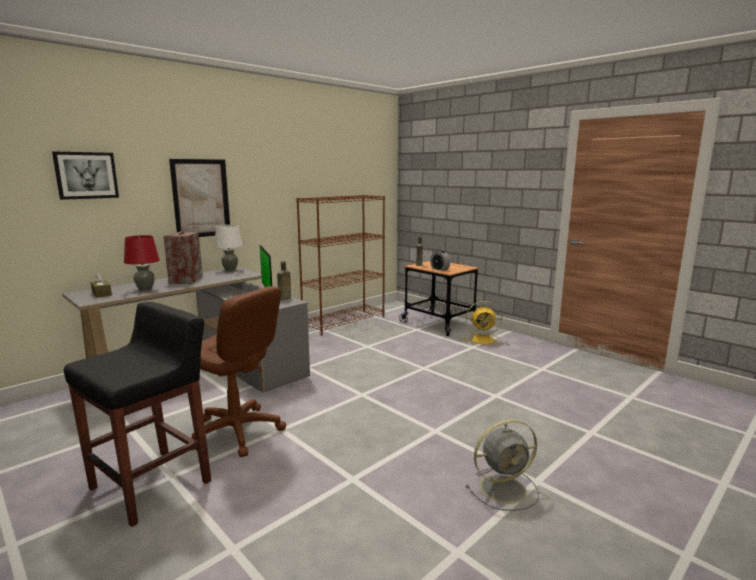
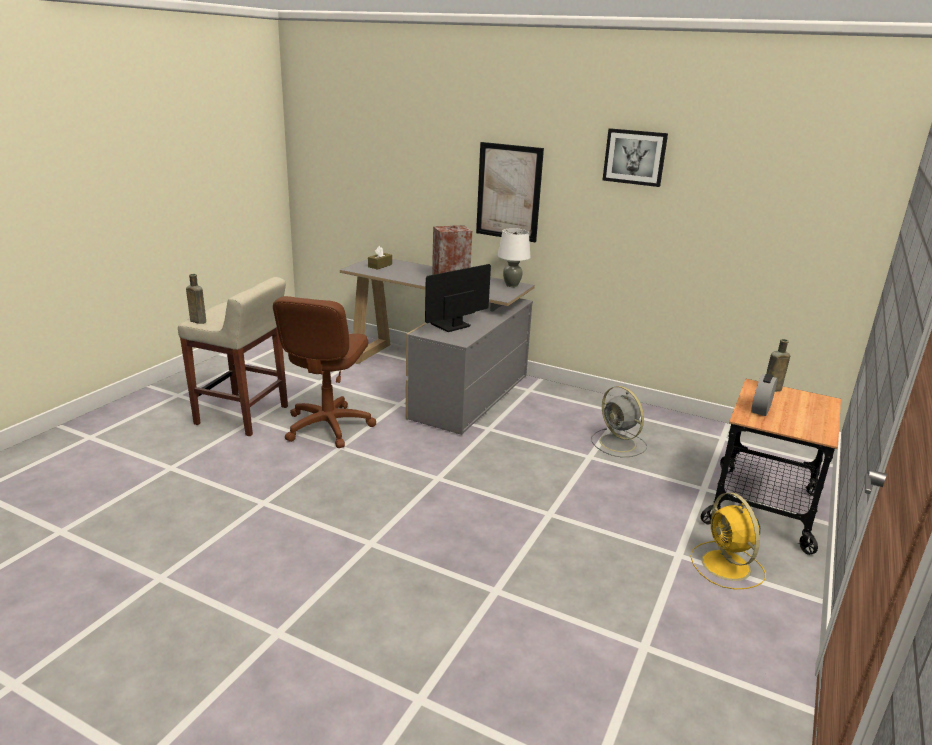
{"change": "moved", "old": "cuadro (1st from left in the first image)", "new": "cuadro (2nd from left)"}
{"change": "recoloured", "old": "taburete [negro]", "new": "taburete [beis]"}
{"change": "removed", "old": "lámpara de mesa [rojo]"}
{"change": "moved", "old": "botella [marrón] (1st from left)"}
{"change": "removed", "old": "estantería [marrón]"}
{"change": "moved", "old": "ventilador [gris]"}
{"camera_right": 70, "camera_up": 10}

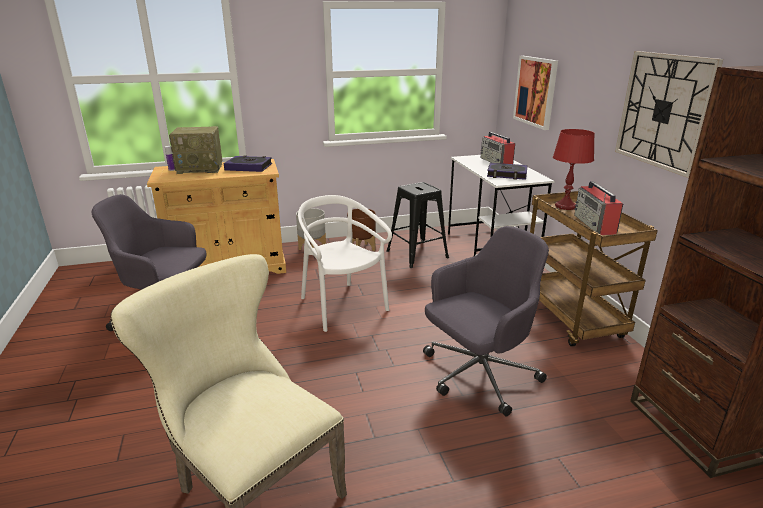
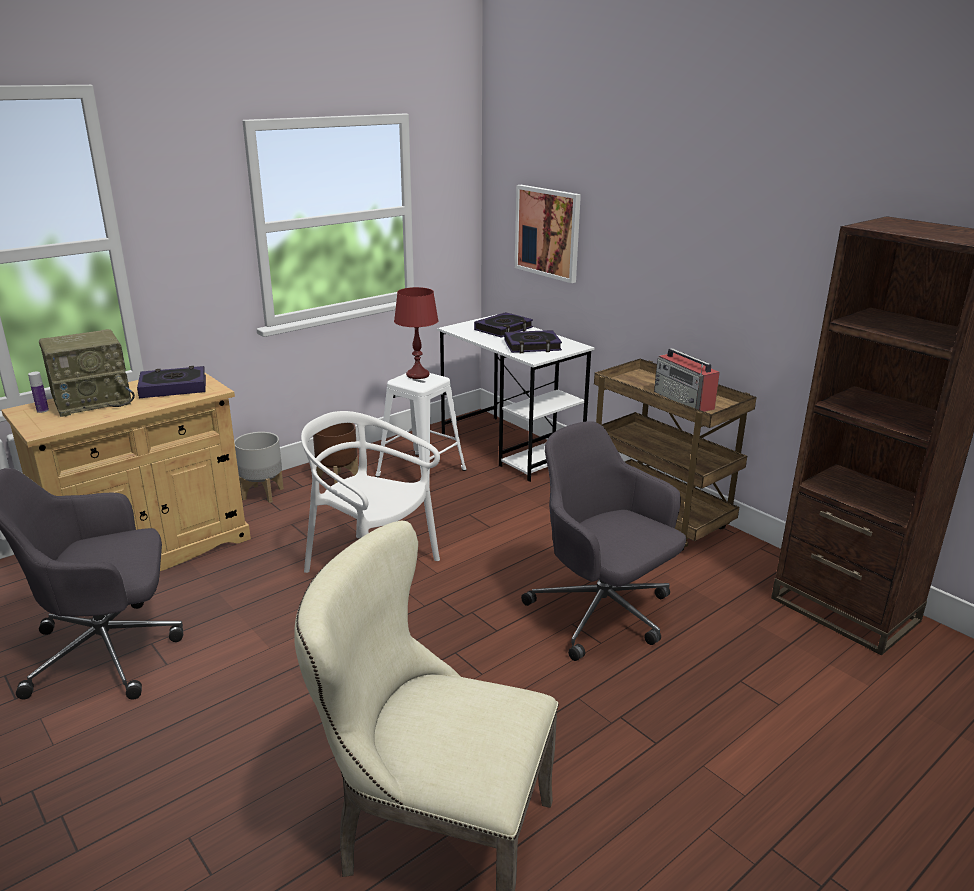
{"change": "recoloured", "old": "taburete [negro]", "new": "taburete [blanco]"}
{"change": "turned", "old": "silla de oficina [gris] (2nd from left)", "degrees": -75}
{"change": "replaced", "old": "radio (2nd from left)", "new": "libro (2nd from left)"}
{"change": "moved", "old": "lámpara de mesa [rojo]"}
{"change": "removed", "old": "reloj de pared"}
{"camera_right": -25, "camera_up": 0}

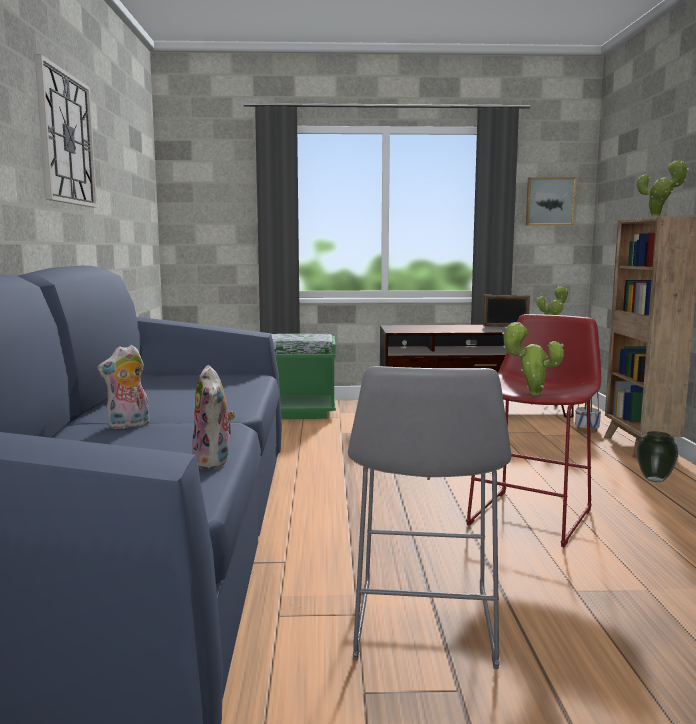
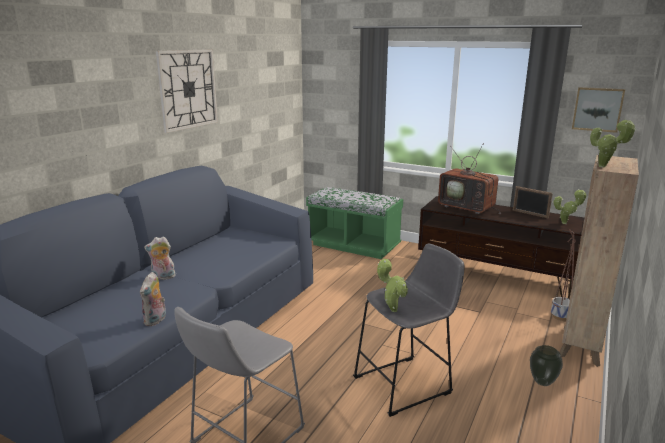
{"change": "recoloured", "old": "taburete [rojo]", "new": "taburete [gris] (2nd from left)"}
{"change": "added", "new": "televisor"}
{"camera_right": 30, "camera_up": 10}

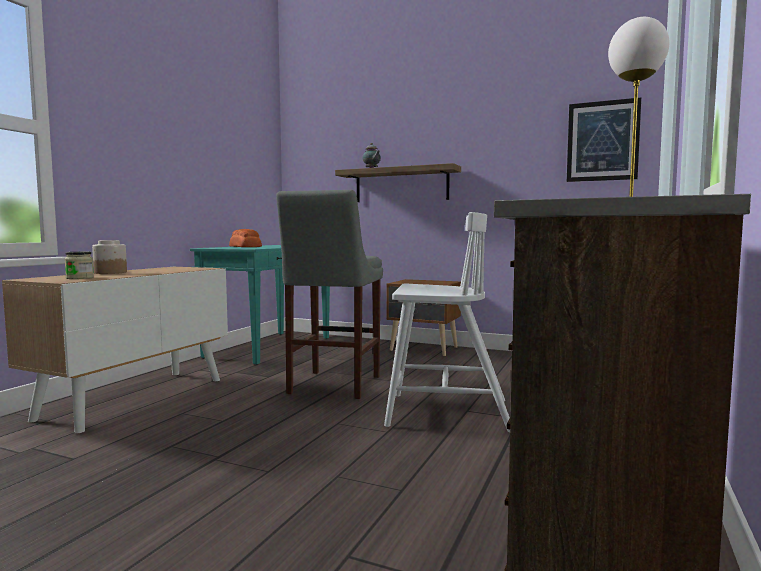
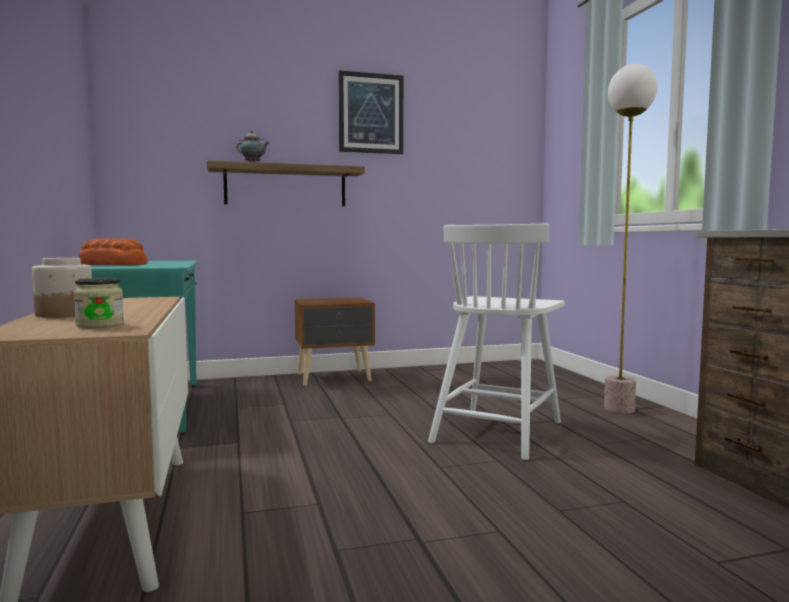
{"change": "removed", "old": "taburete [gris]"}
{"change": "turned", "old": "silla [blanco]", "degrees": 150}
{"change": "moved", "old": "cuadro"}
{"camera_right": -40, "camera_up": 0}

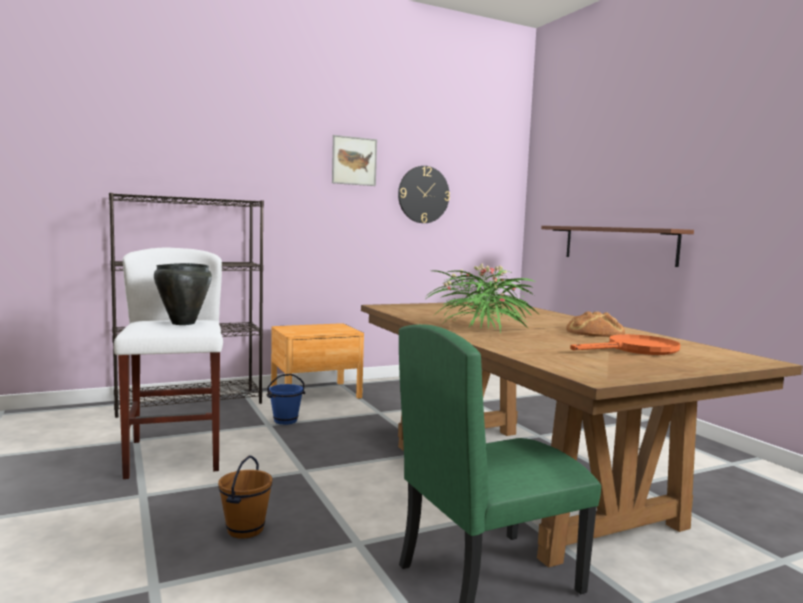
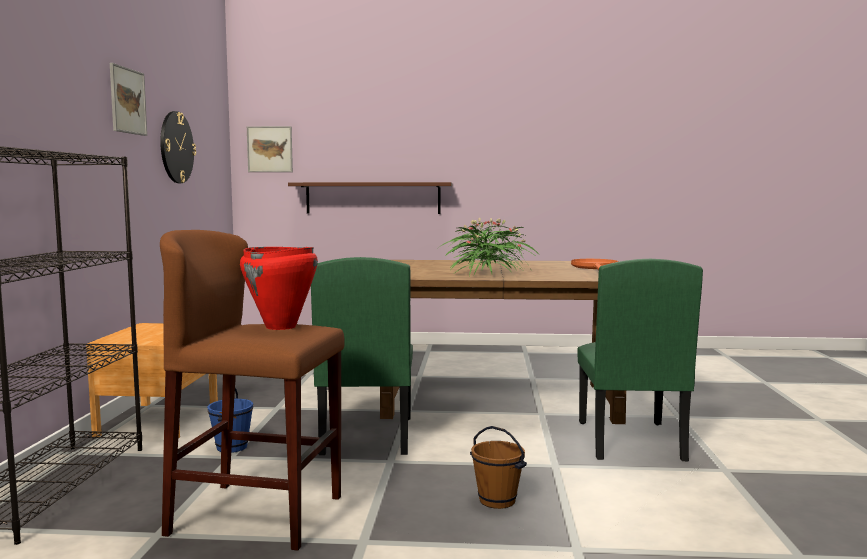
{"change": "recoloured", "old": "taburete [blanco]", "new": "taburete [marrón]"}
{"change": "recoloured", "old": "olla [negro]", "new": "olla [rojo]"}
{"change": "removed", "old": "pan"}
{"change": "added", "new": "cuadro (2nd from left)"}
{"change": "added", "new": "silla [verde] (1st from left)"}
{"camera_right": -60, "camera_up": 0}

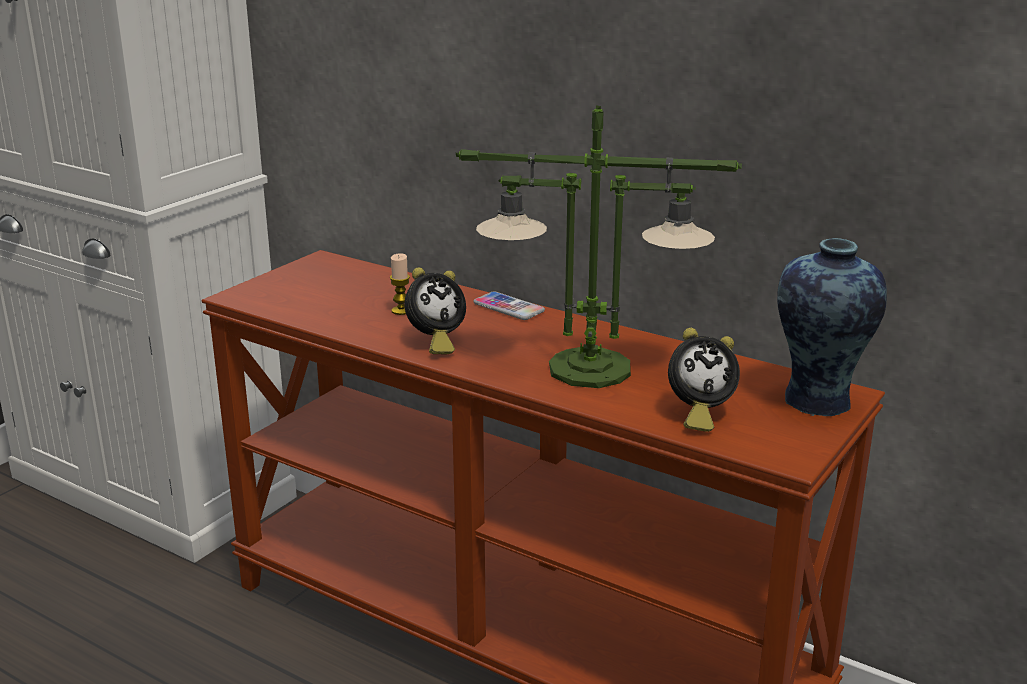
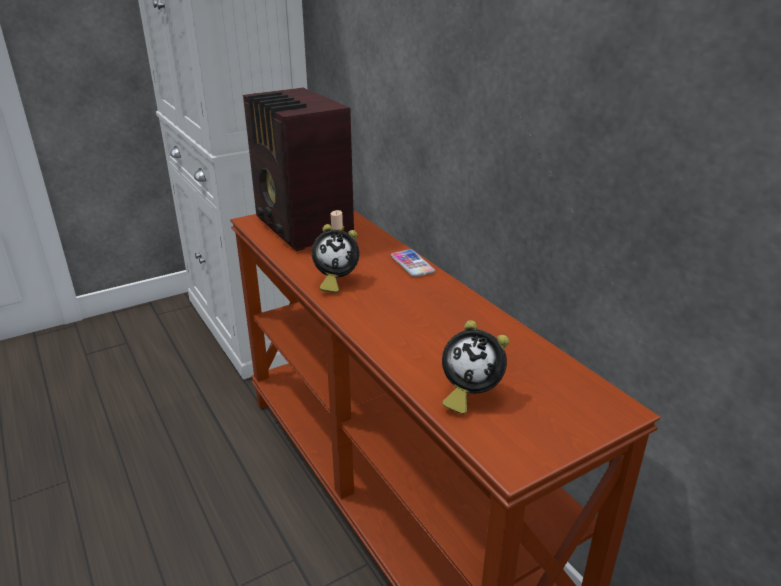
{"change": "removed", "old": "lámpara de mesa"}
{"change": "removed", "old": "florero"}
{"change": "added", "new": "radio"}
{"camera_right": 25, "camera_up": 5}

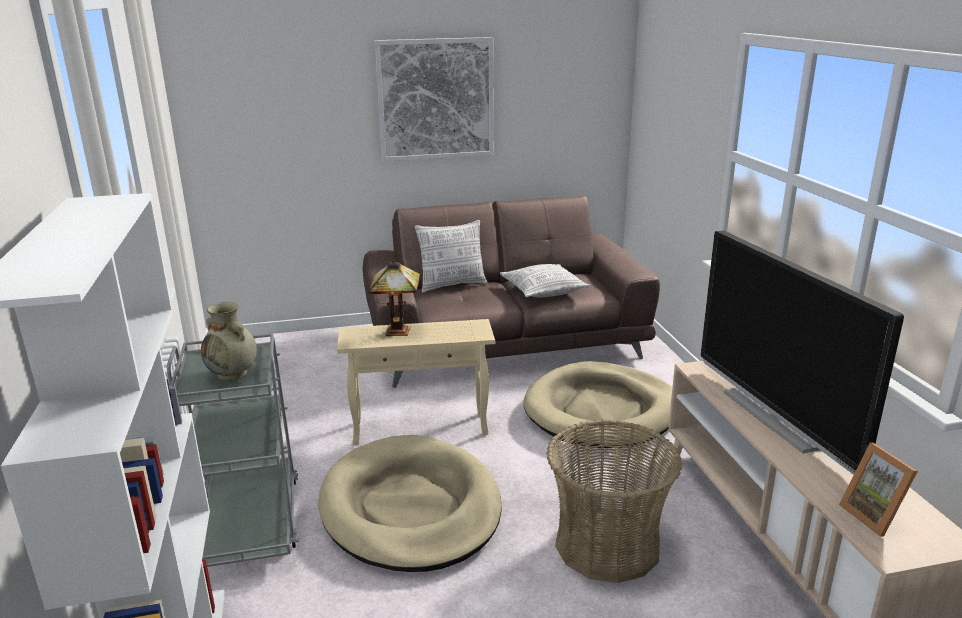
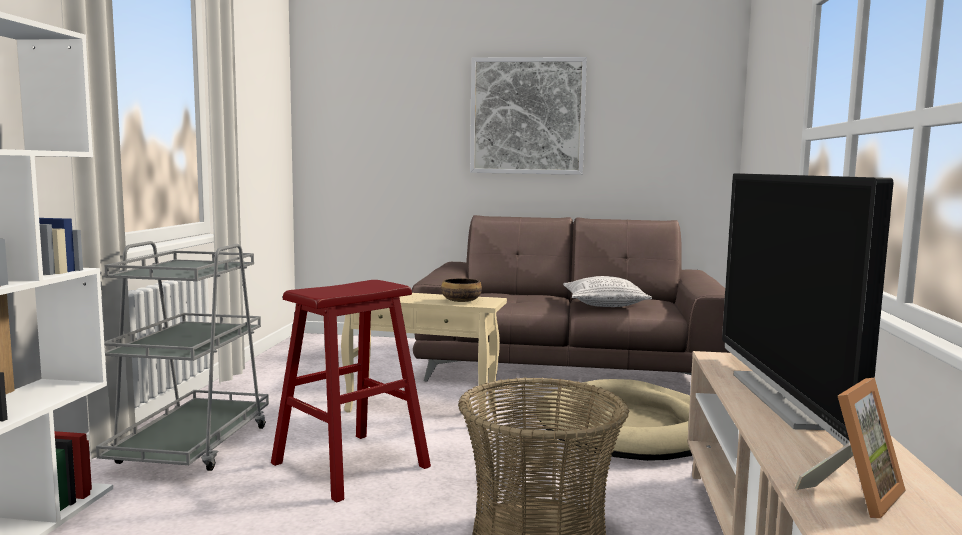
{"change": "removed", "old": "florero [beis]"}
{"change": "replaced", "old": "cama para perro [beis] (1st from left)", "new": "taburete [rojo]"}
{"change": "removed", "old": "lámpara de mesa"}
{"change": "removed", "old": "cojín (1st from left)"}
{"change": "turned", "old": "portarretratos", "degrees": -135}
{"change": "added", "new": "cuenco"}
{"camera_right": 20, "camera_up": -15}

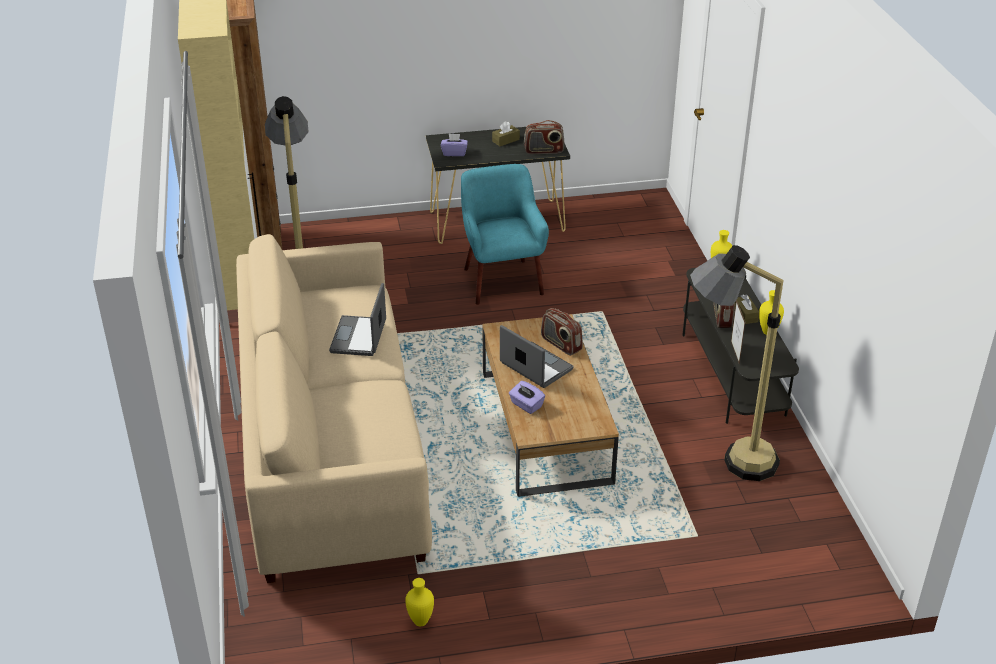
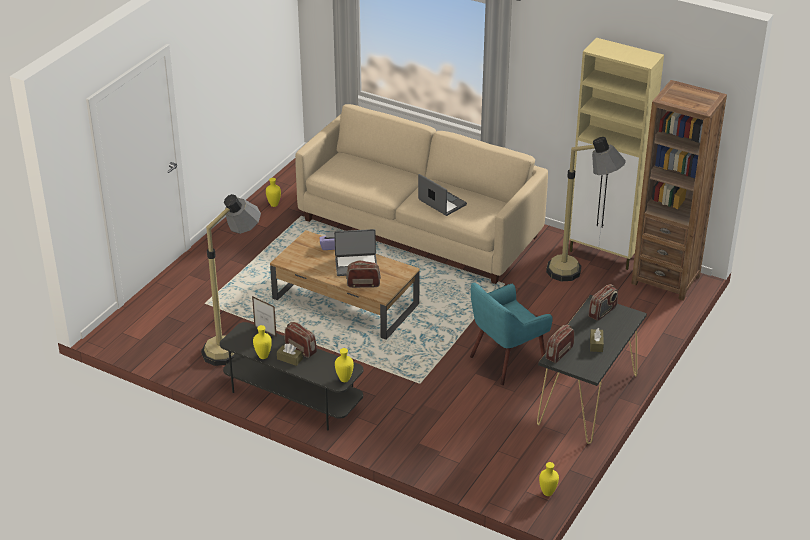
{"change": "replaced", "old": "caja de pañuelos [morado] (1st from left)", "new": "radio (4th from left)"}
{"change": "turned", "old": "sillón [turquesa]", "degrees": 120}
{"change": "added", "new": "florero [amarillo] (4th from left)"}
{"camera_right": 130, "camera_up": 0}

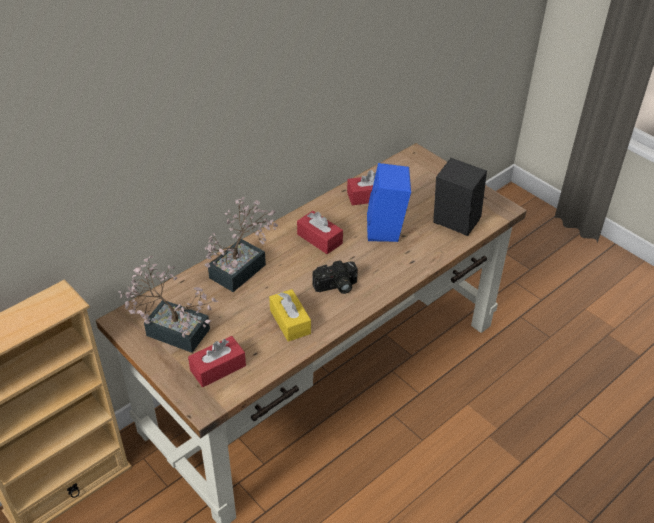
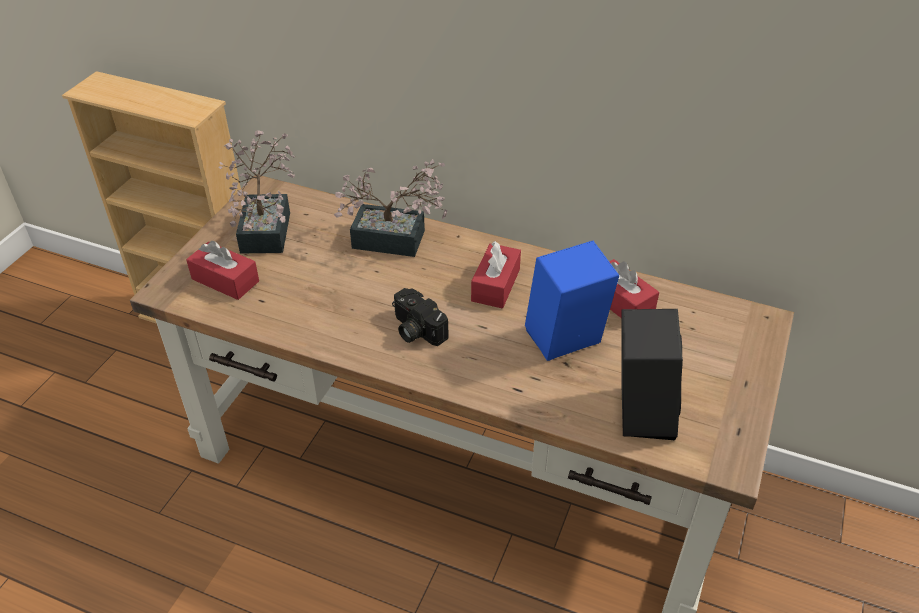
{"change": "removed", "old": "caja de pañuelos [amarillo]"}
{"camera_right": 65, "camera_up": 0}

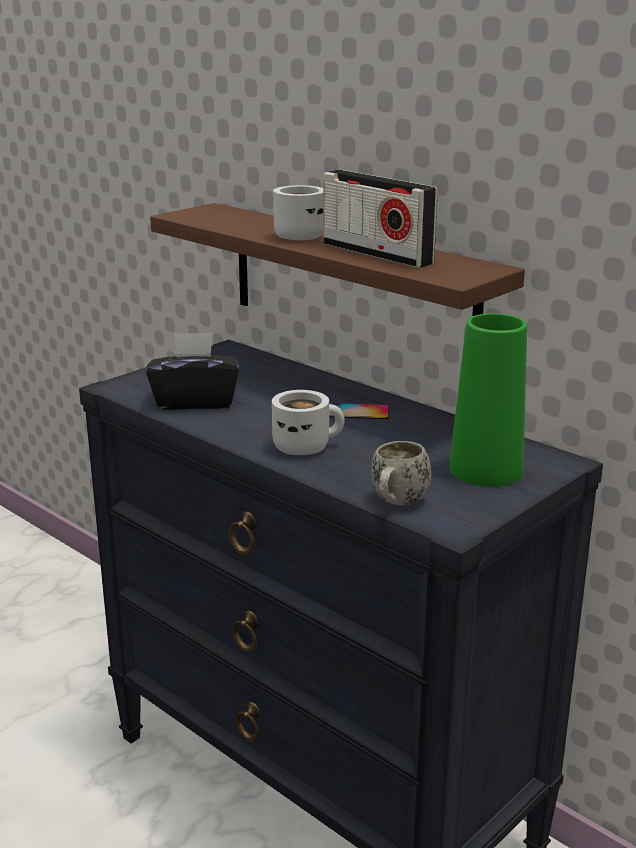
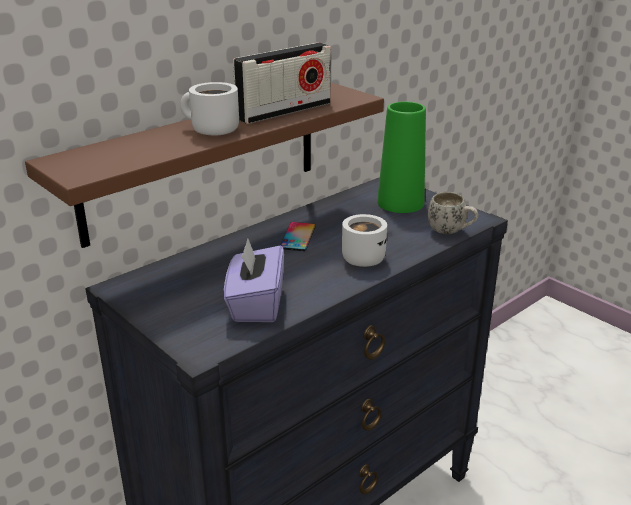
{"change": "recoloured", "old": "caja de pañuelos [negro]", "new": "caja de pañuelos [morado]"}
{"camera_right": -85, "camera_up": 5}

